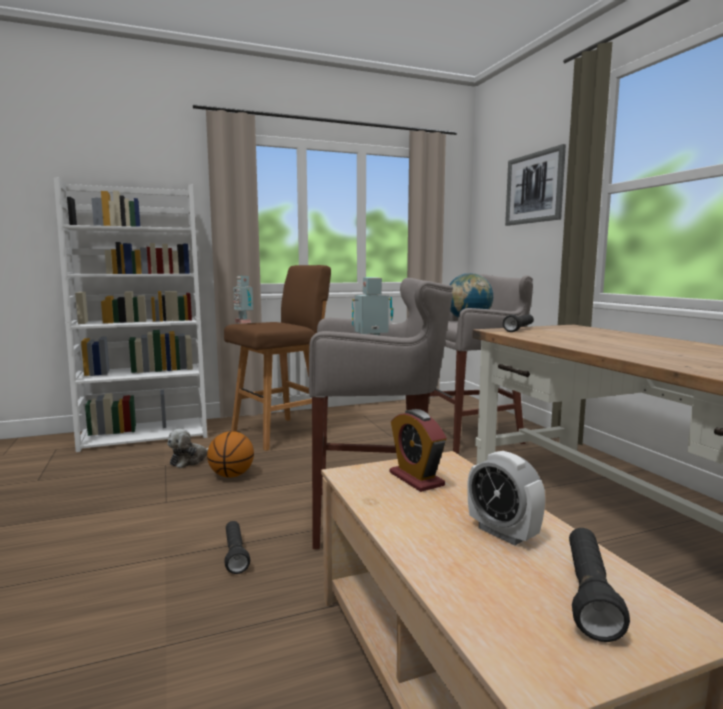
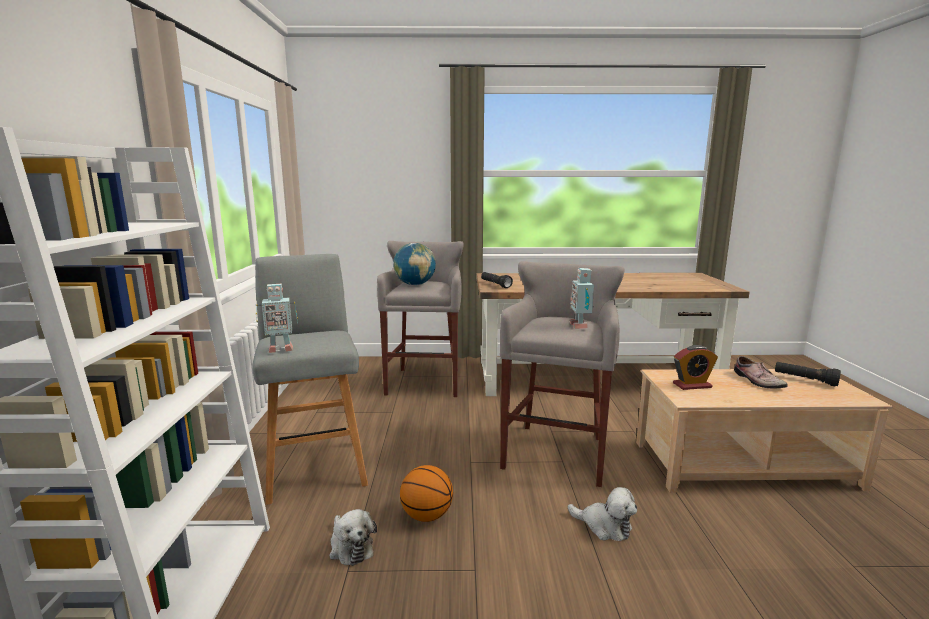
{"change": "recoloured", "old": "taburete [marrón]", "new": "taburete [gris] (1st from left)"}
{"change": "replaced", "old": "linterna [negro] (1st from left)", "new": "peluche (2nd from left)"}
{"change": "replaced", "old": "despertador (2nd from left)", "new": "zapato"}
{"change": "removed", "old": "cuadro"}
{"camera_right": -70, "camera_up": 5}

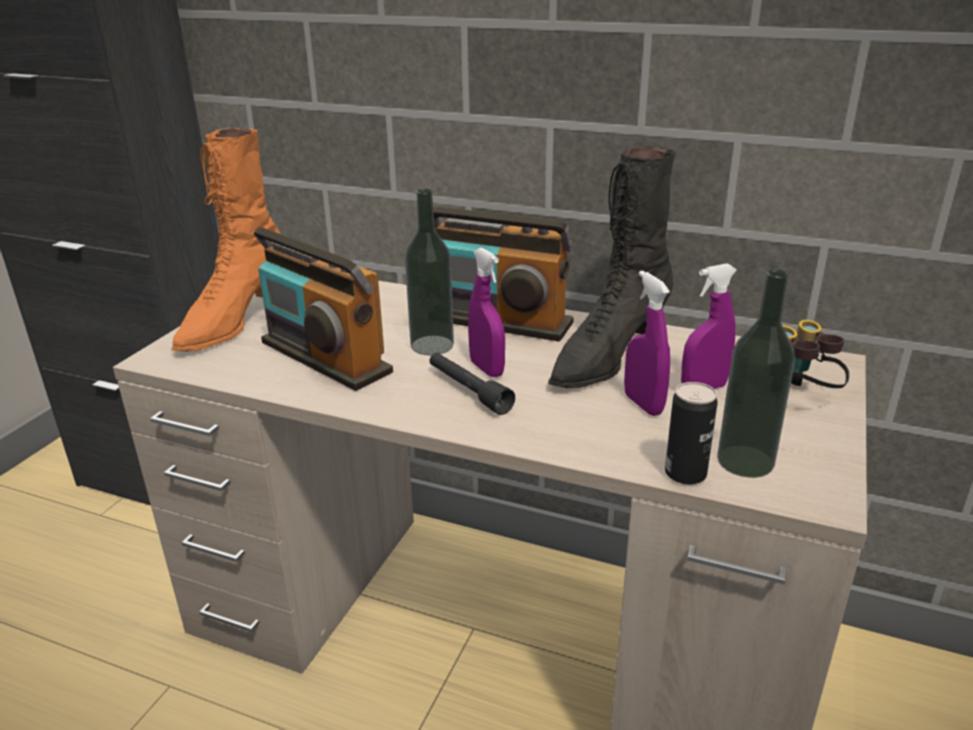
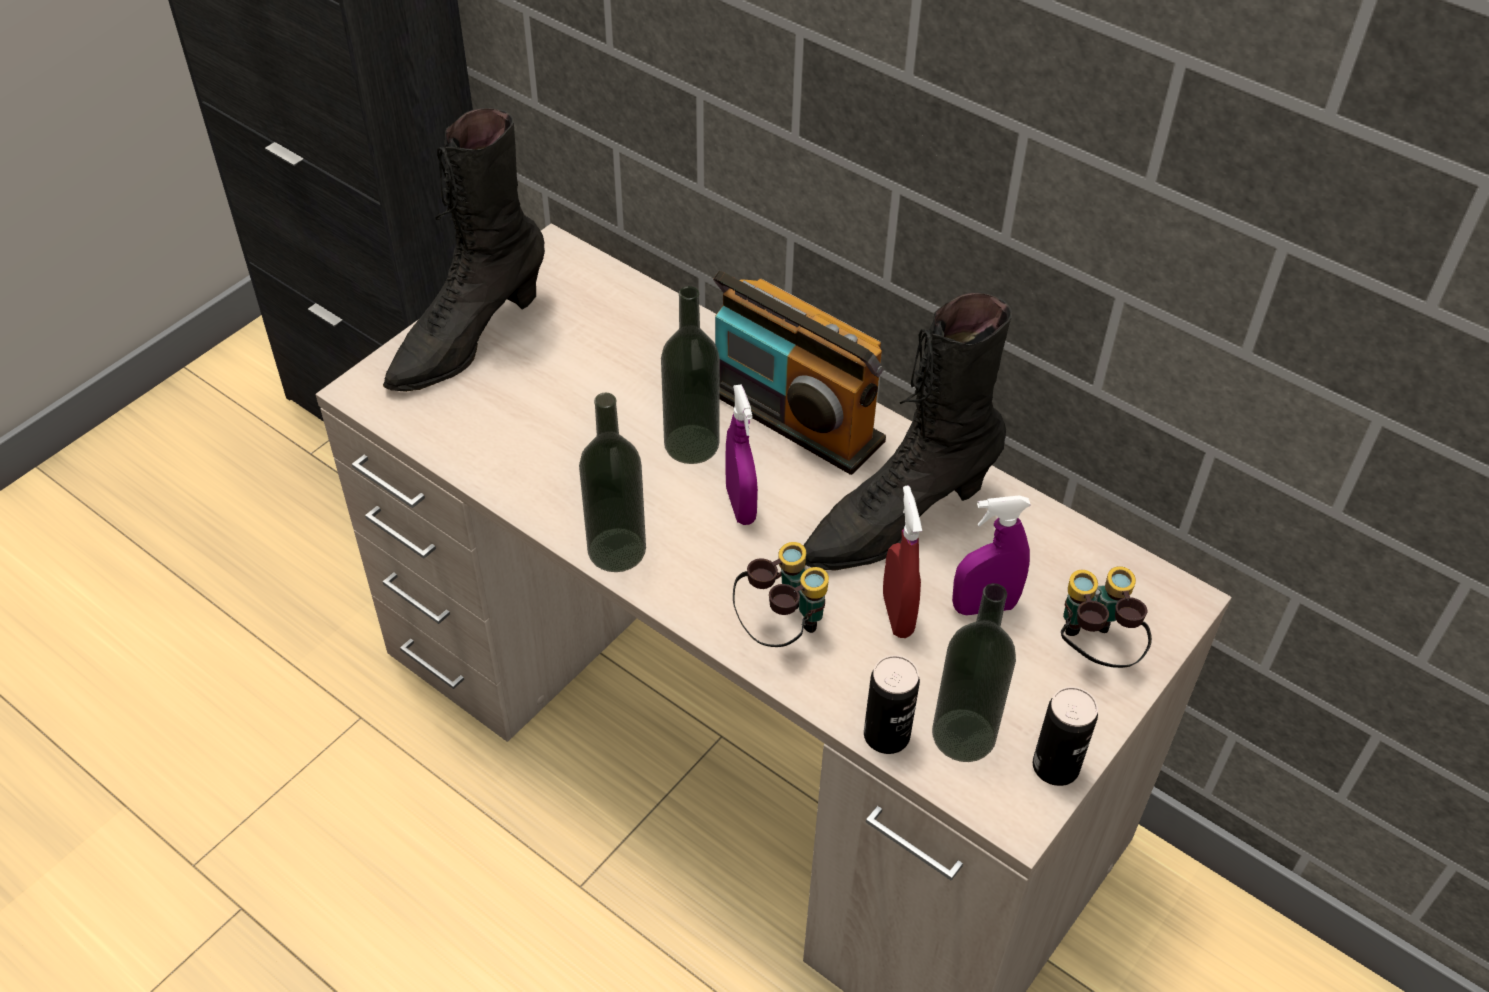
{"change": "recoloured", "old": "bota [naranja]", "new": "bota [negro] (1st from left)"}
{"change": "removed", "old": "radio (1st from left)"}
{"change": "removed", "old": "linterna [negro]"}
{"change": "recoloured", "old": "pulverizador [morado] (2nd from left)", "new": "pulverizador [rojo]"}
{"change": "added", "new": "botella (1st from left)"}
{"change": "added", "new": "prismáticos (1st from left)"}
{"change": "added", "new": "lata (2nd from left)"}
{"camera_right": 15, "camera_up": 20}

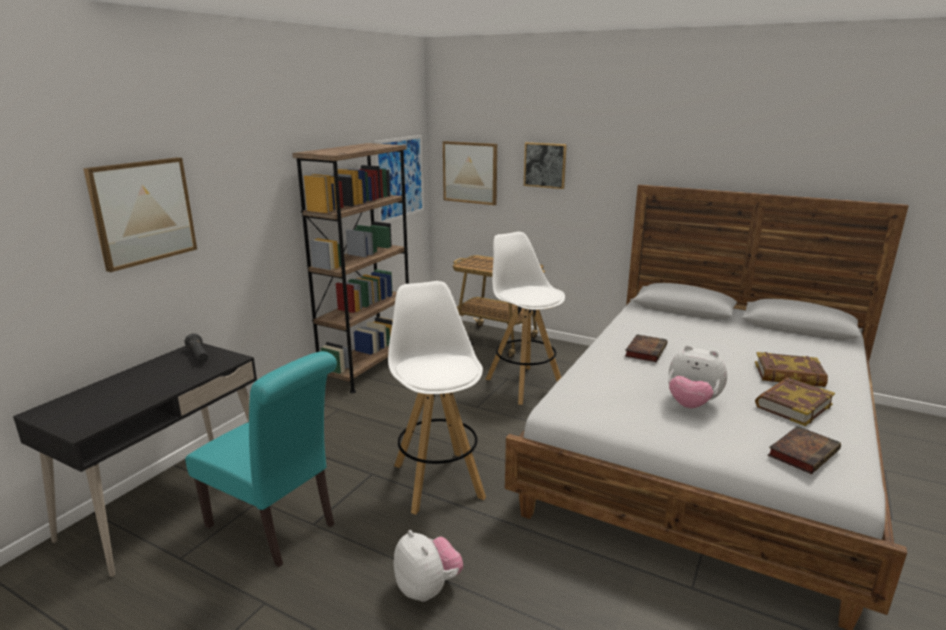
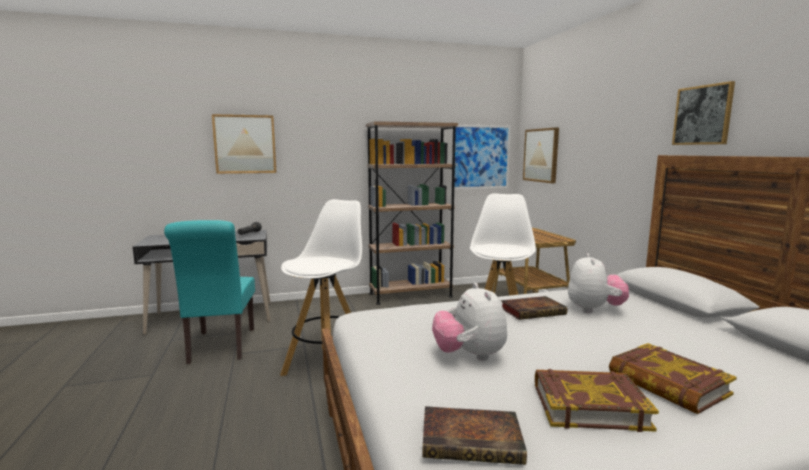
{"change": "moved", "old": "peluche (1st from left in the first image)", "new": "peluche (2nd from left)"}
{"change": "moved", "old": "cuadro (4th from left)"}
{"camera_right": 45, "camera_up": -10}

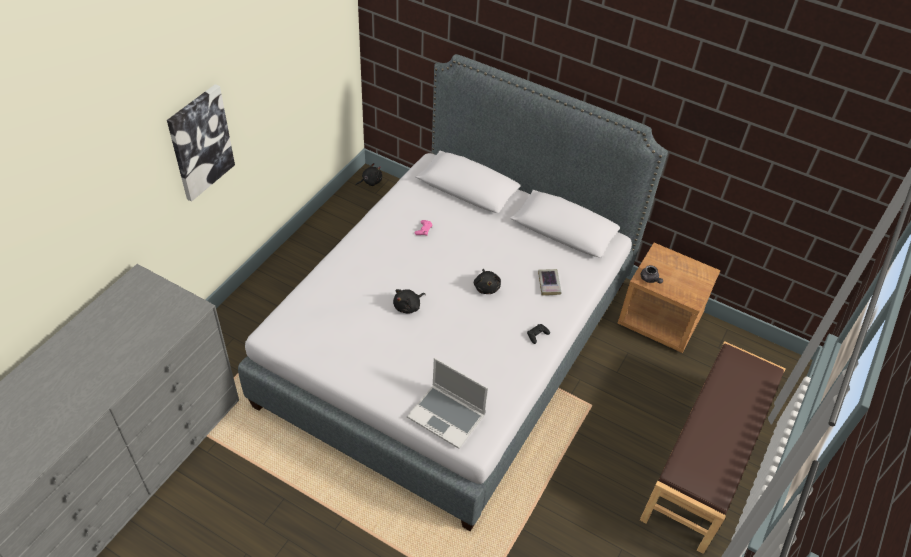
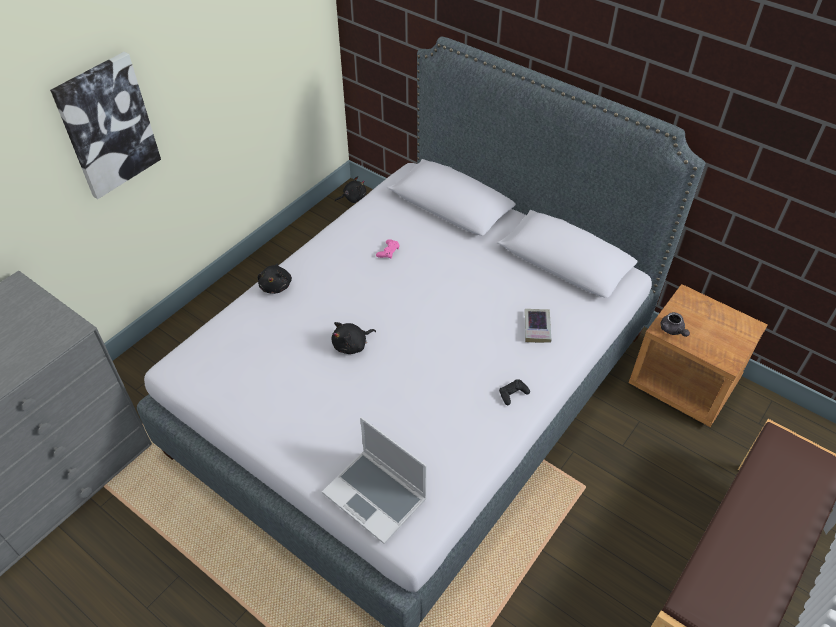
{"change": "moved", "old": "peluche [negro] (3rd from left in the first image)", "new": "peluche [negro] (1st from left)"}
{"camera_right": 10, "camera_up": 0}

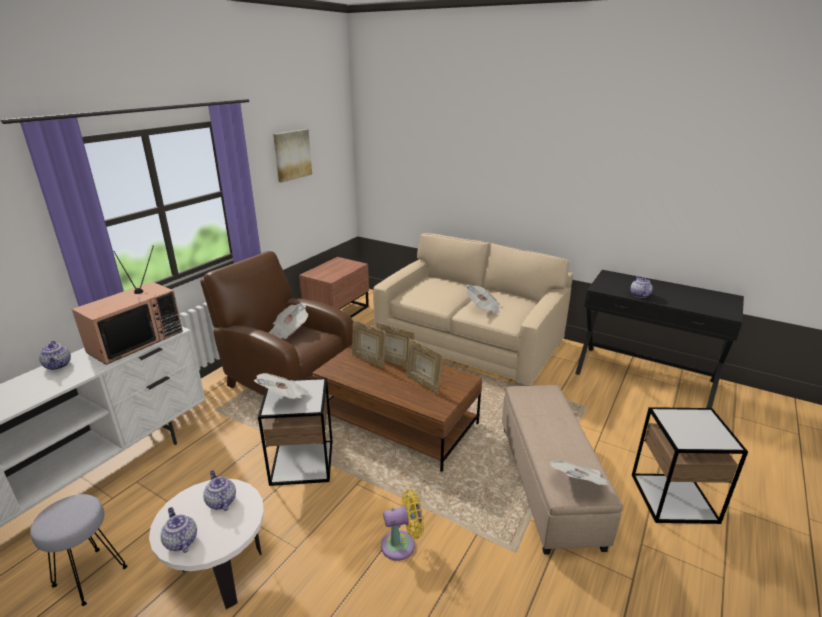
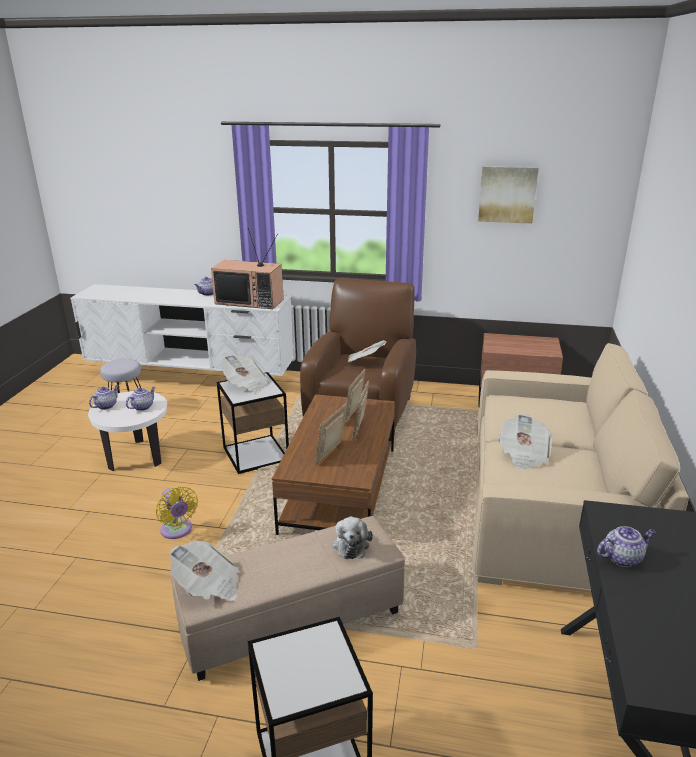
{"change": "added", "new": "peluche"}
{"camera_right": 70, "camera_up": 0}

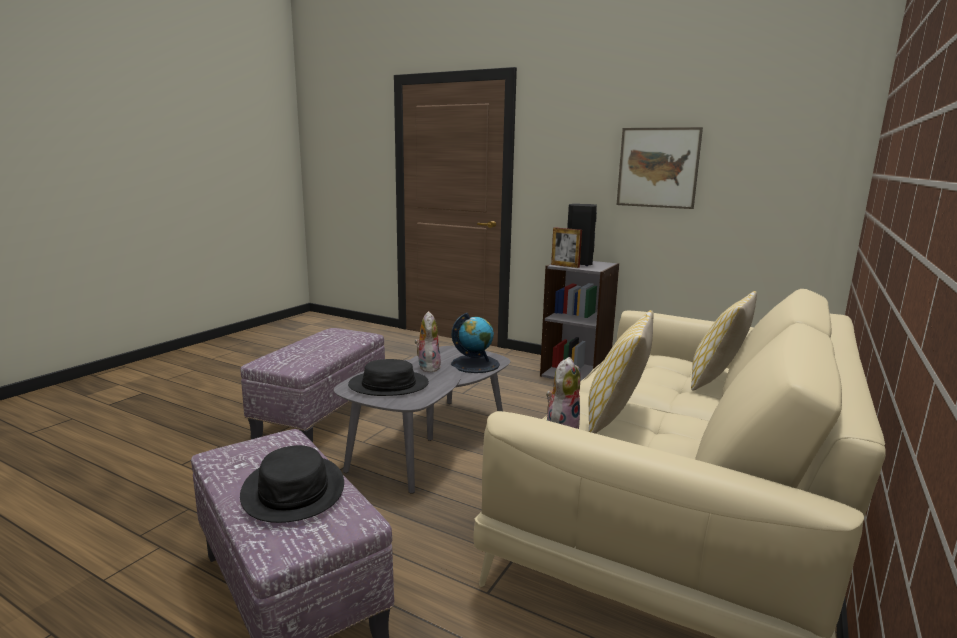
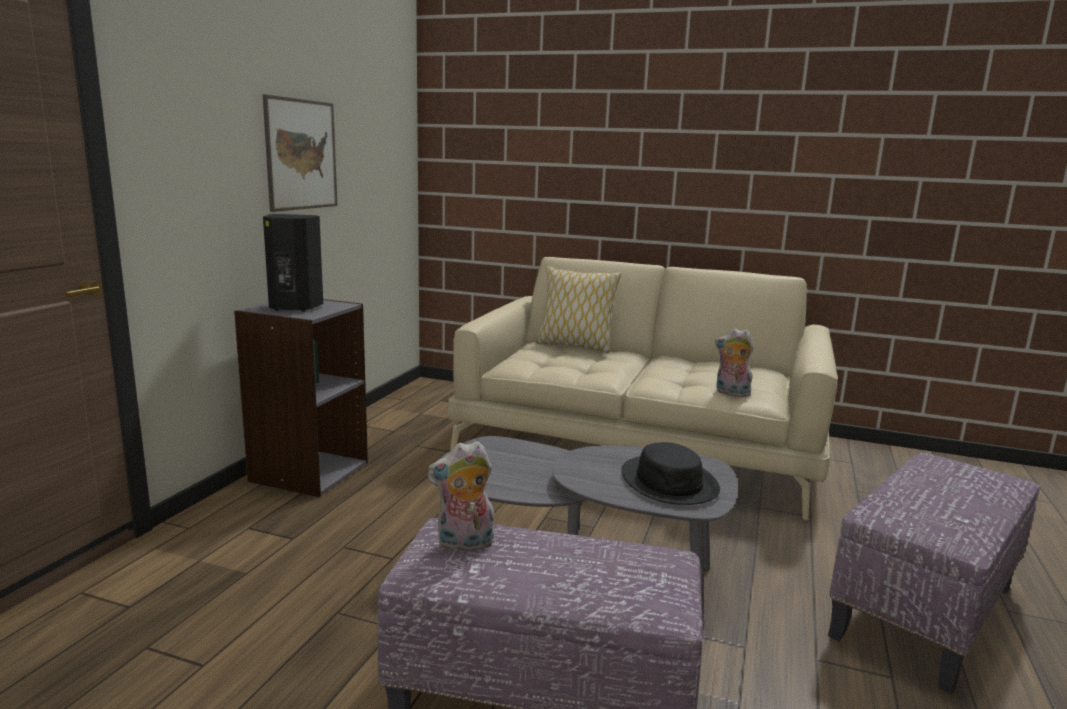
{"change": "removed", "old": "sombrero [negro] (1st from left)"}
{"change": "moved", "old": "peluche (1st from left)"}
{"change": "removed", "old": "globo terráqueo"}
{"change": "removed", "old": "portarretratos"}
{"change": "removed", "old": "cojín (1st from left)"}
{"camera_right": -100, "camera_up": 0}

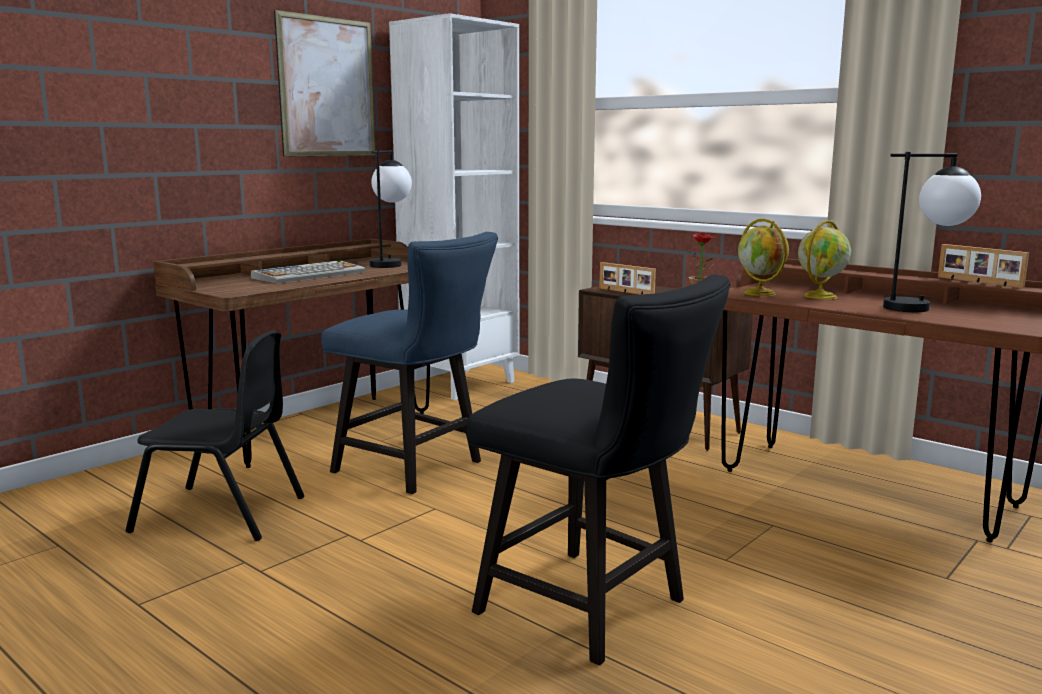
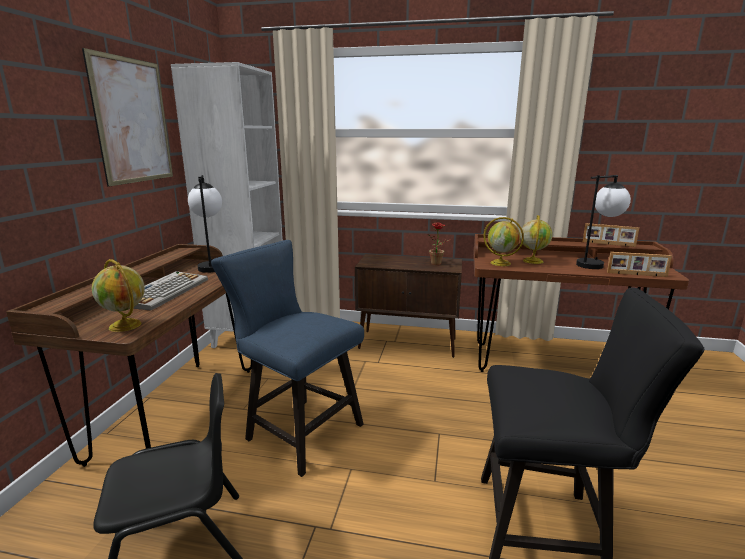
{"change": "turned", "old": "silla [azul]", "degrees": -150}
{"change": "moved", "old": "portarretratos (1st from left in the first image)", "new": "portarretratos (2nd from left)"}
{"change": "added", "new": "globo terráqueo (1st from left)"}
{"camera_right": -30, "camera_up": 5}

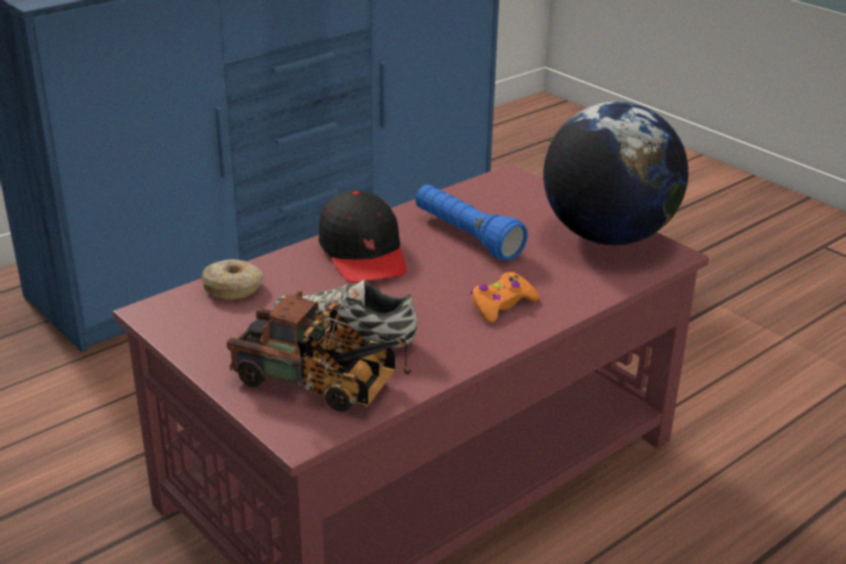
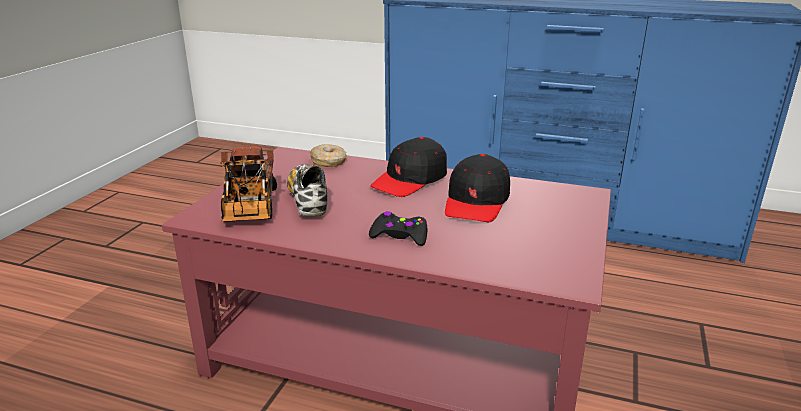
{"change": "replaced", "old": "linterna [azul]", "new": "gorra [negro] (2nd from left)"}
{"change": "recoloured", "old": "mando de consola [naranja]", "new": "mando de consola [negro]"}
{"change": "removed", "old": "globo terráqueo"}
{"camera_right": 60, "camera_up": -5}

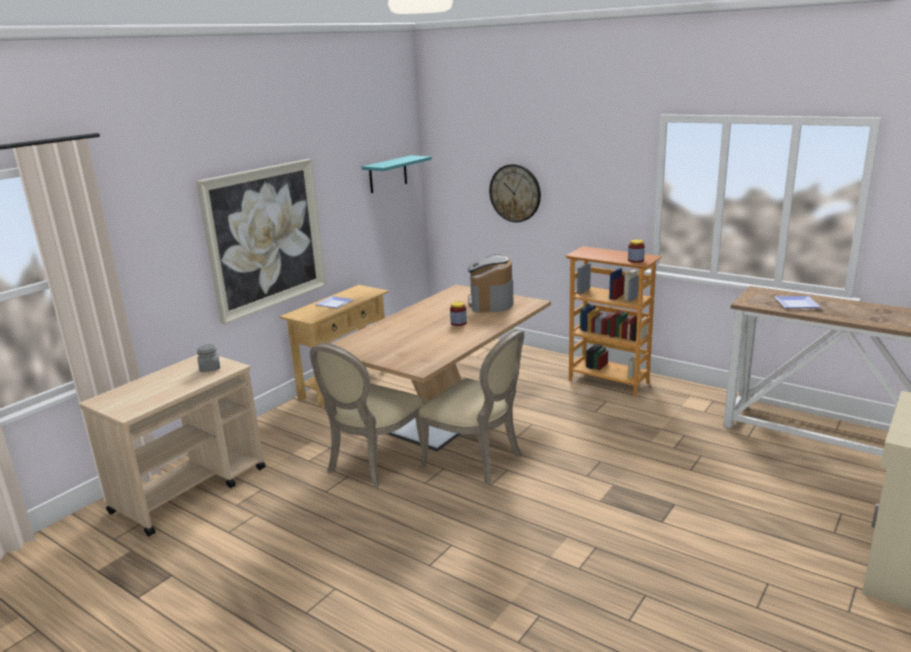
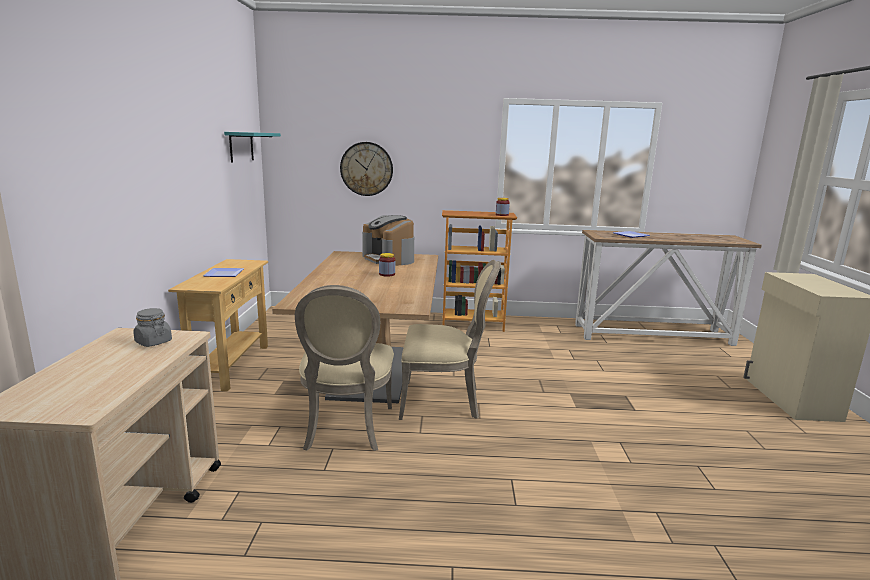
{"change": "removed", "old": "cuadro"}
{"camera_right": -35, "camera_up": -5}

